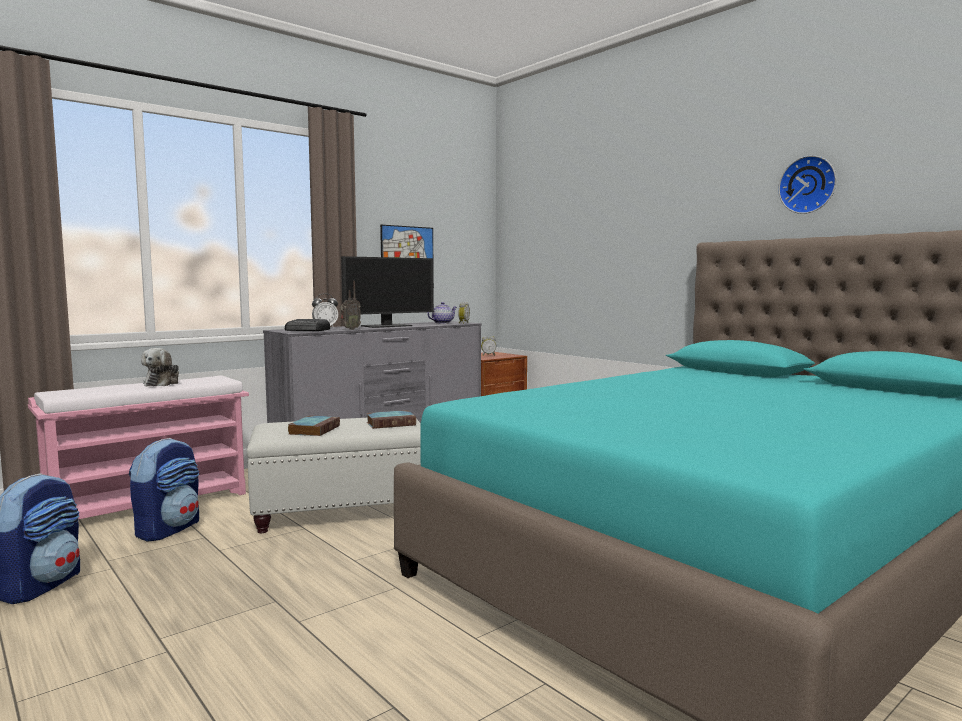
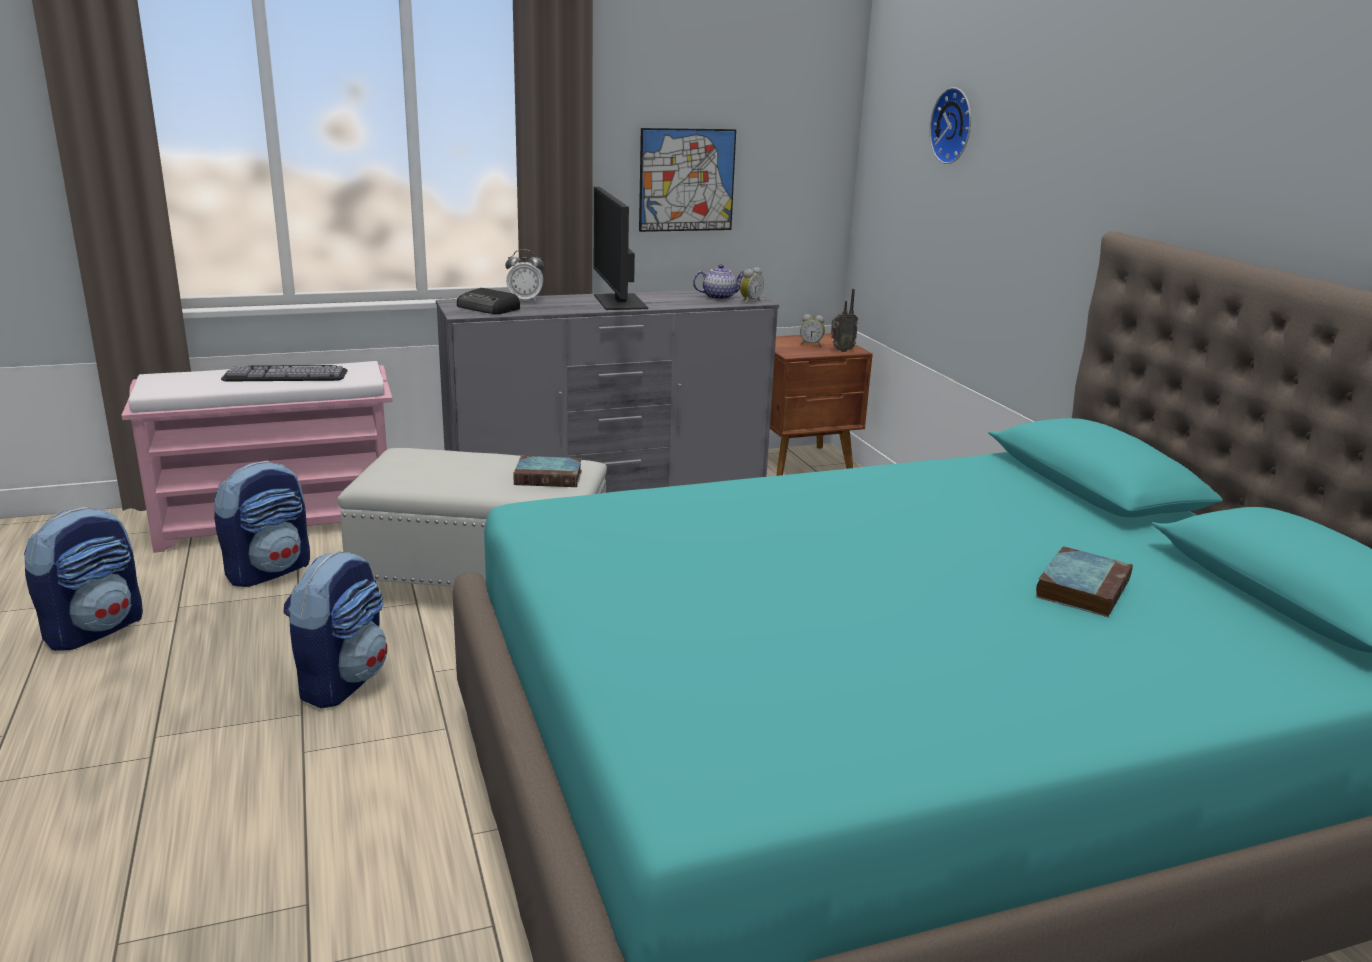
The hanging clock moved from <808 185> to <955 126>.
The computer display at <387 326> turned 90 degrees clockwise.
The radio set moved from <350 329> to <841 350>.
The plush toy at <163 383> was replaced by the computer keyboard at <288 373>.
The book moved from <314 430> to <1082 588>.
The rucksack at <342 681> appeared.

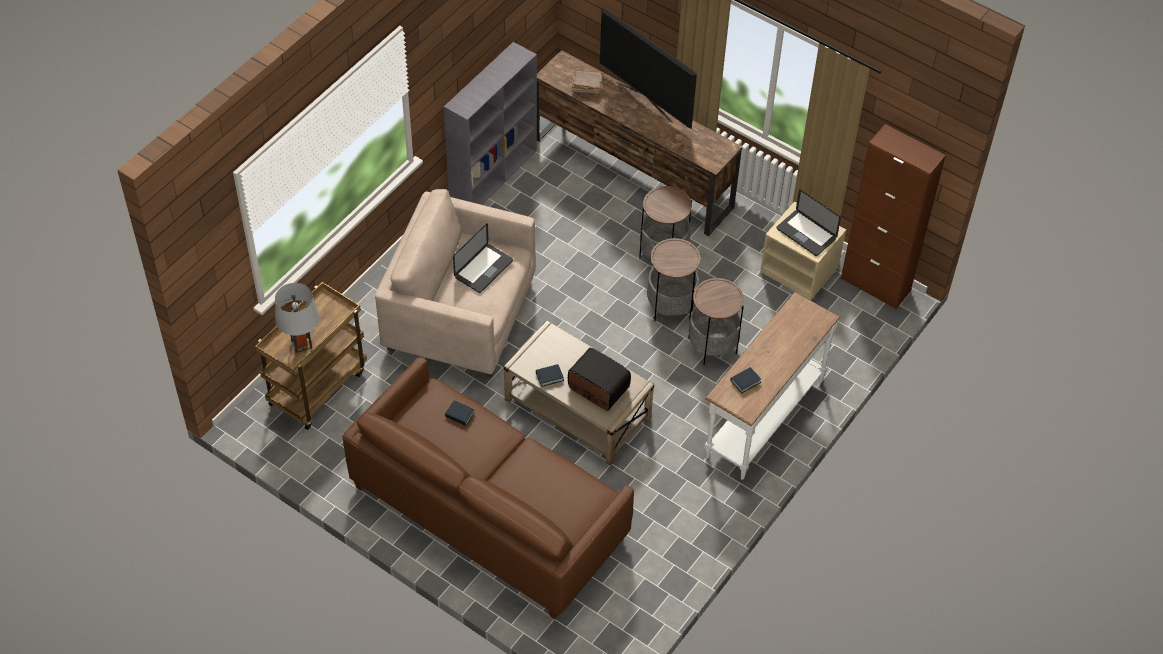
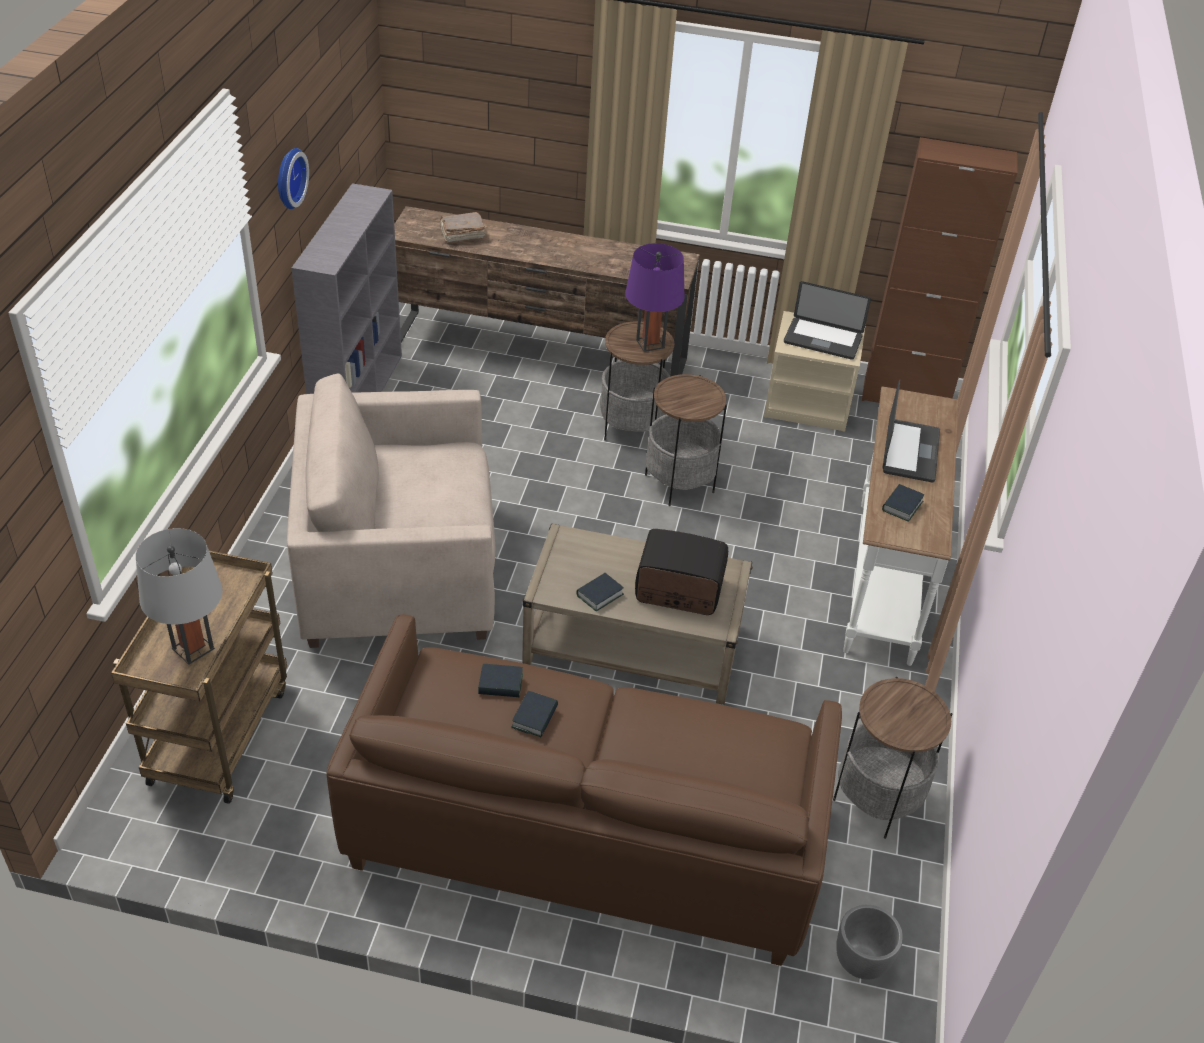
The television at <645 101> disappeared.
The portable computer moved from <483 269> to <910 452>.
The side table moved from <712 346> to <877 800>.
The hanging clock at <288 177> appeared.
The purple tabletop lamp at <650 344> appeared.
The book at <535 717> appeared.
The gray plant pot at <860 961> appeared.

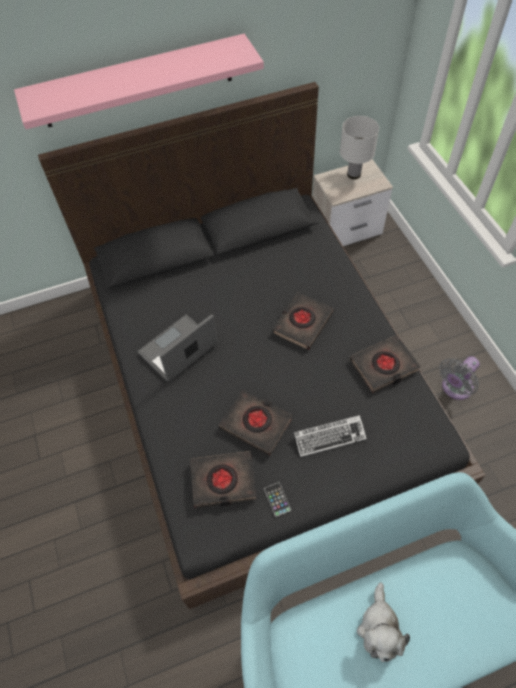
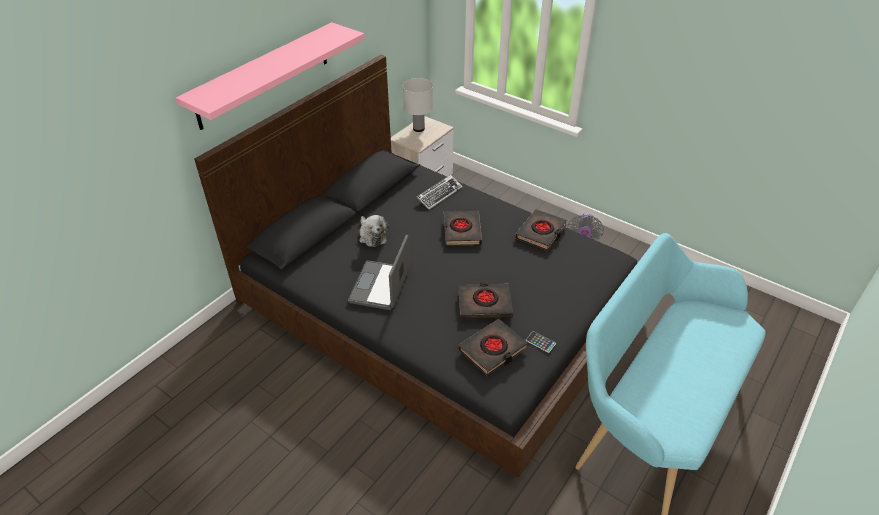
The computer keyboard moved from <329 437> to <439 194>.
The plush toy moved from <379 628> to <372 236>.

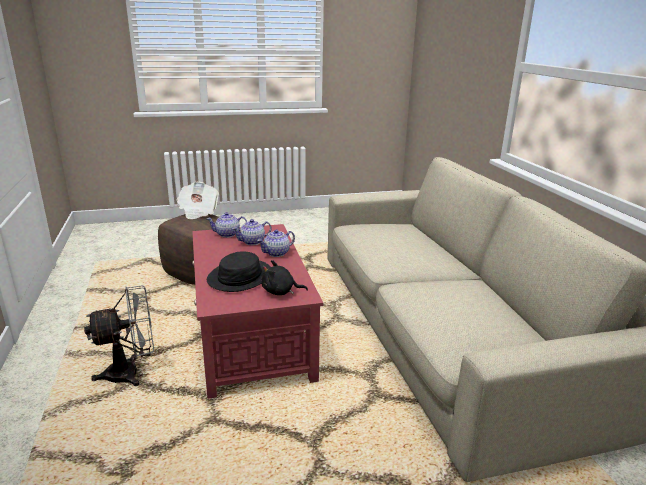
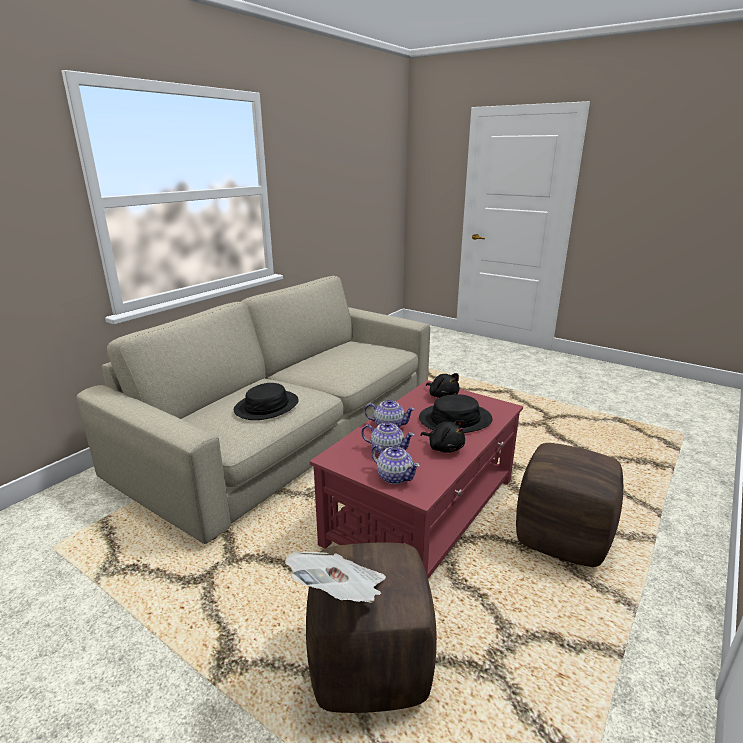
The gray cooling fan at <131 373> was replaced by the brownish ottoman at <562 538>.
The black-coloured wearable hat at <267 406> appeared.
The black-coloured plush toy at <444 447> appeared.

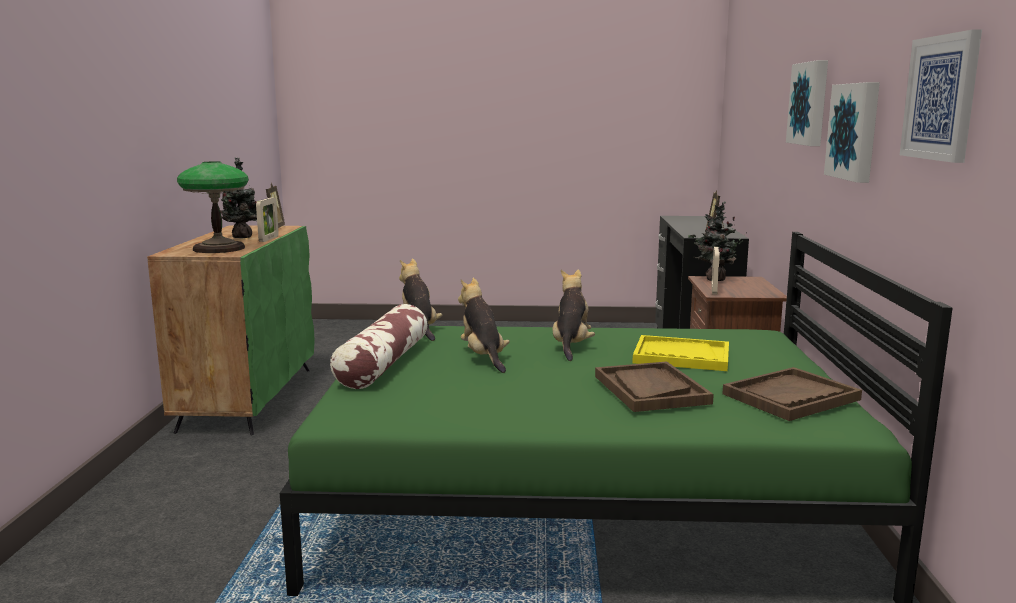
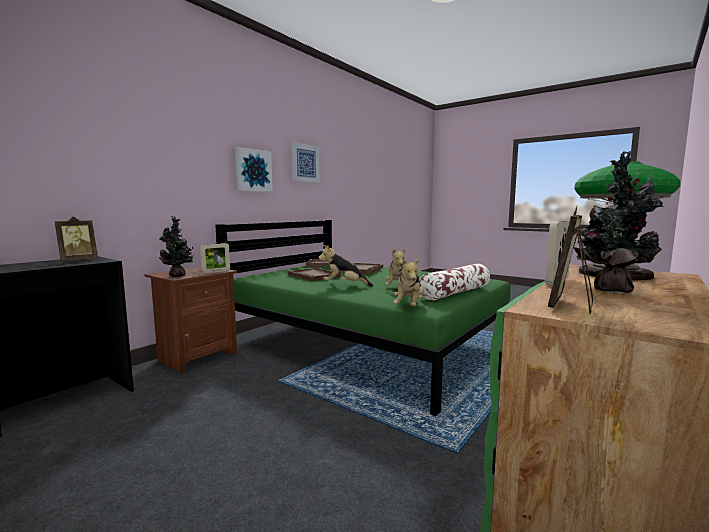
The wall art at <810 103> disappeared.
The plush toy at <571 345> turned 60 degrees clockwise.
The yellow-coloured serving tray at <681 356> became the brownish serving tray at <314 276>.

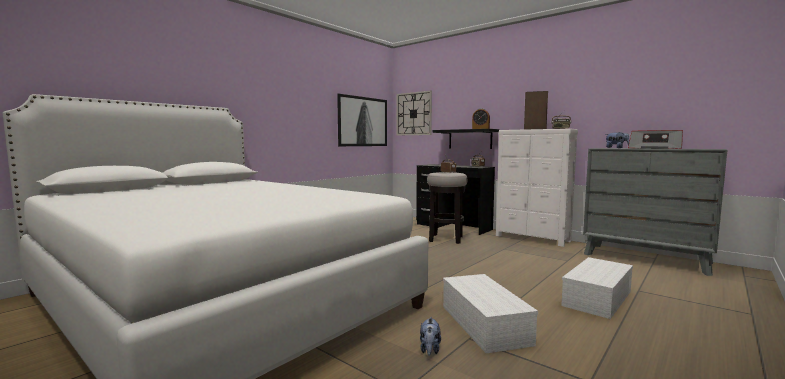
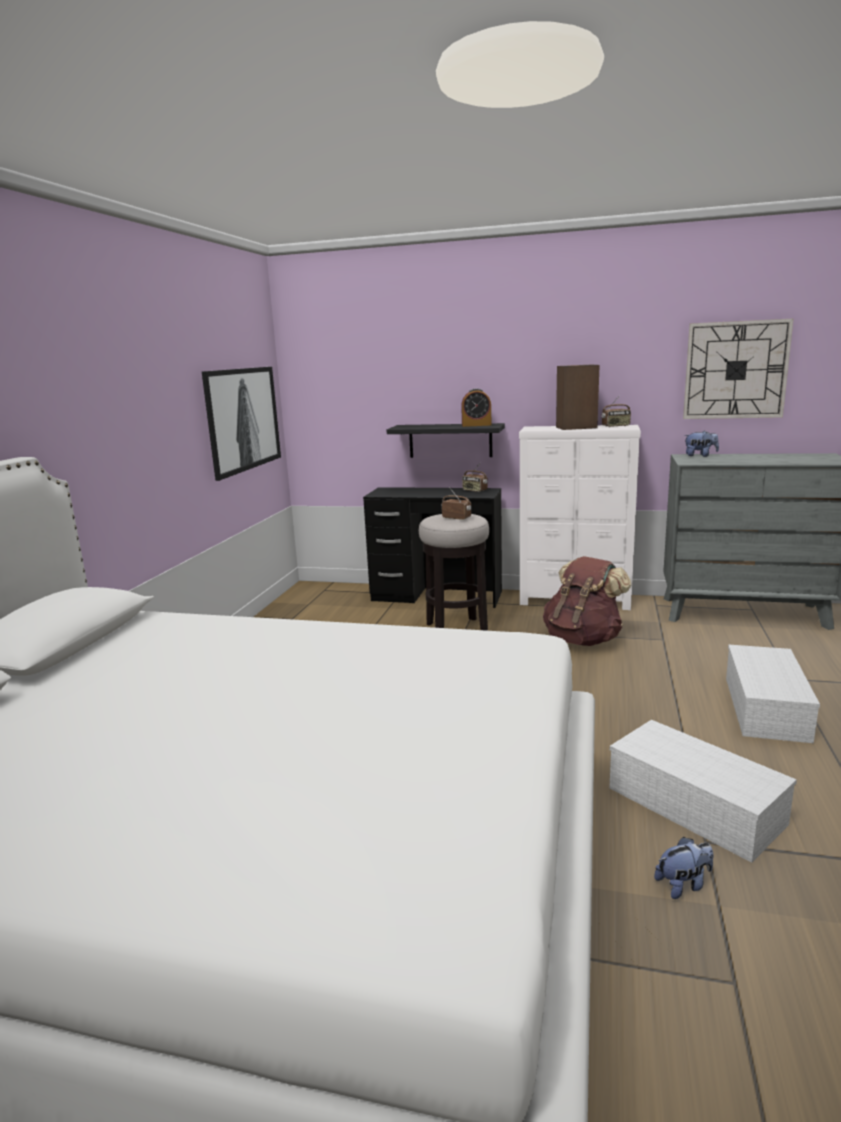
The hanging clock moved from <414 114> to <735 370>.
The radio set at <655 148> disappeared.
The plush toy at <430 350> turned 90 degrees counterclockwise.
The brownish rucksack at <583 639> appeared.

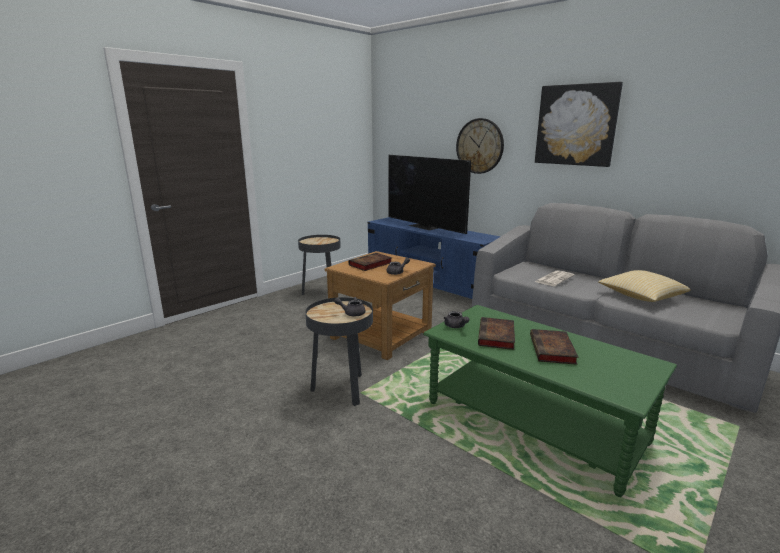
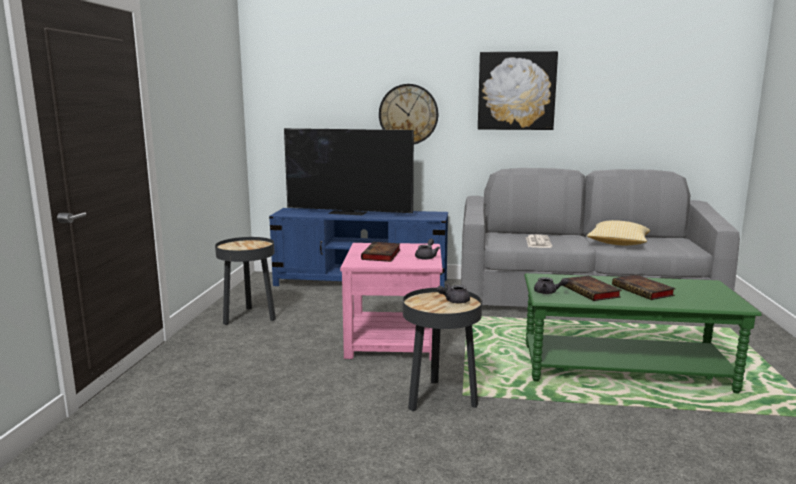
The brownish side table at <381 335> became the pink-coloured side table at <394 340>.

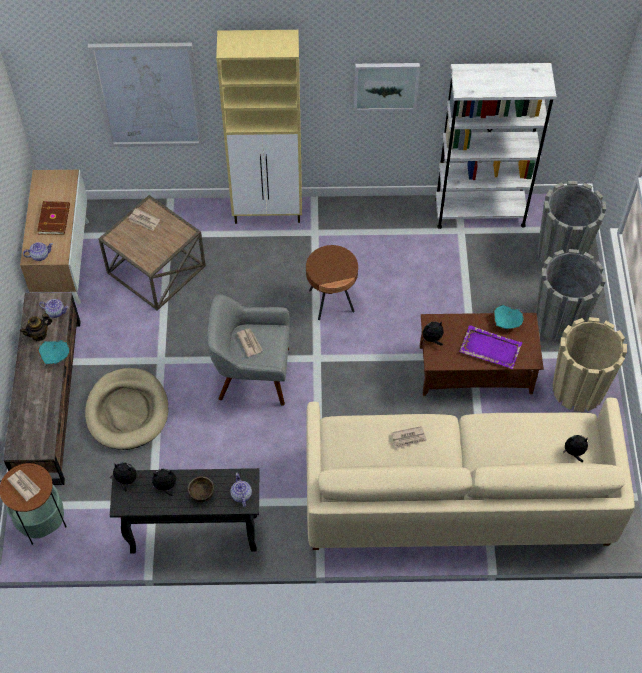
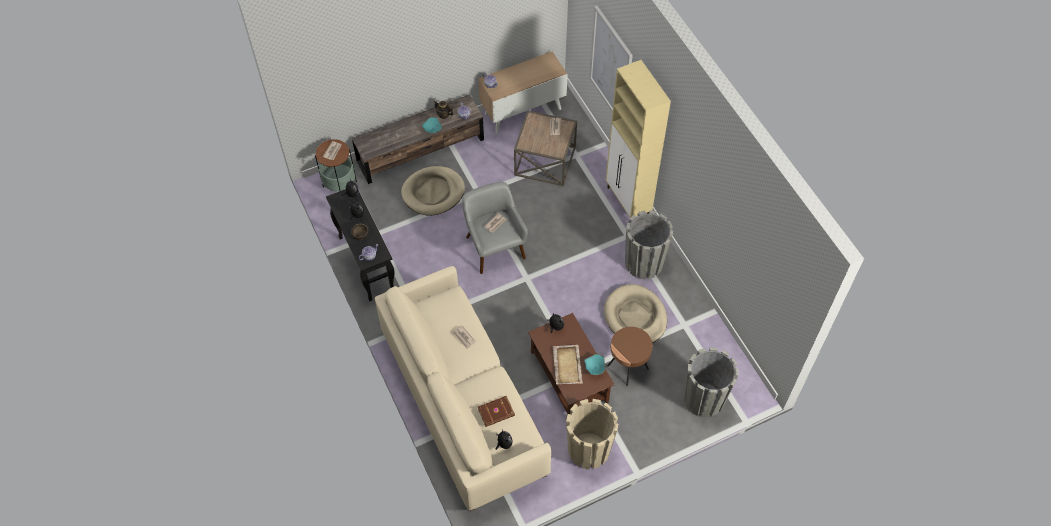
The wall art at <386 85> disappeared.
The whitish bookshelf at <480 212> disappeared.
The brownish book moved from <55 219> to <496 412>.
The brownish side table moved from <331 301> to <627 367>.
The gray plant pot moved from <559 321> to <644 263>.
The purple serving tray at <489 348> became the beige serving tray at <567 365>.
The beige dog cushion at <635 317> appeared.

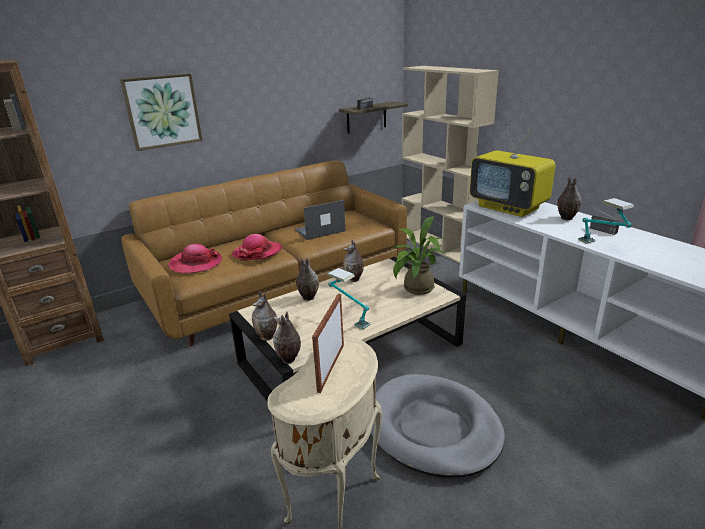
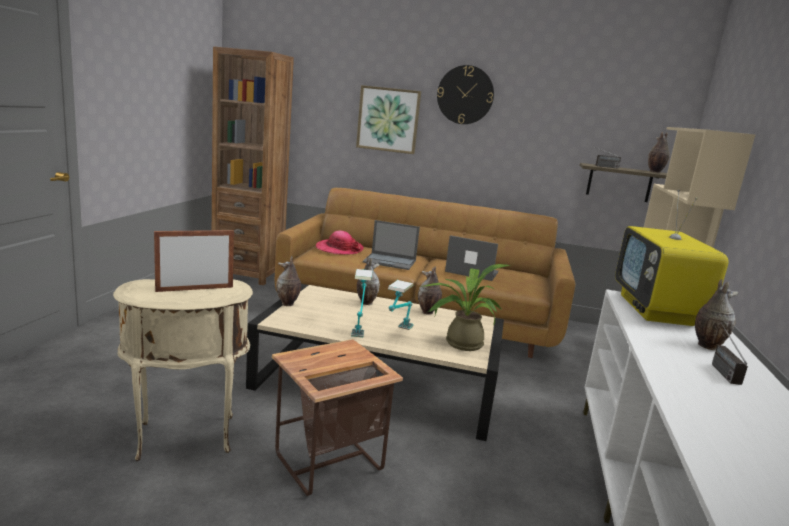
The tabletop lamp moved from <601 247> to <398 333>.
The wearable hat at <257 252> was replaced by the portable computer at <390 261>.
The vase moved from <288 360> to <654 172>.
The gray dog cushion at <433 428> was replaced by the side table at <326 463>.
The hanging clock at <465 95> appeared.

